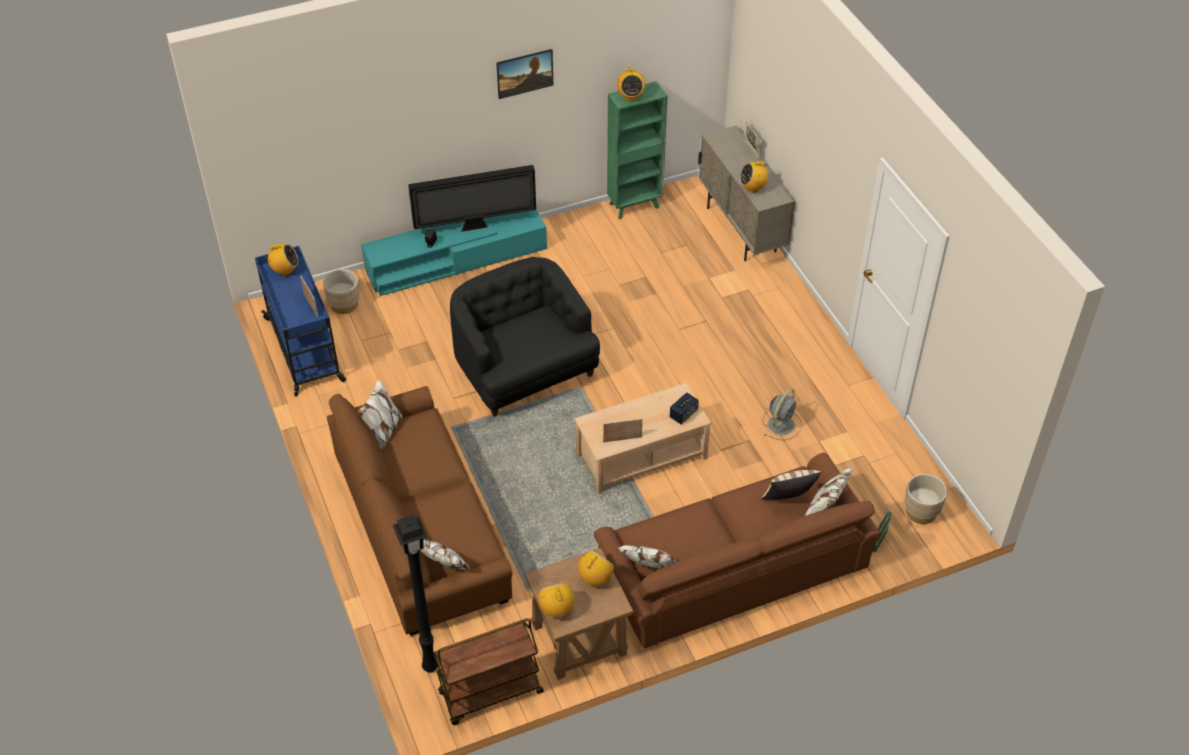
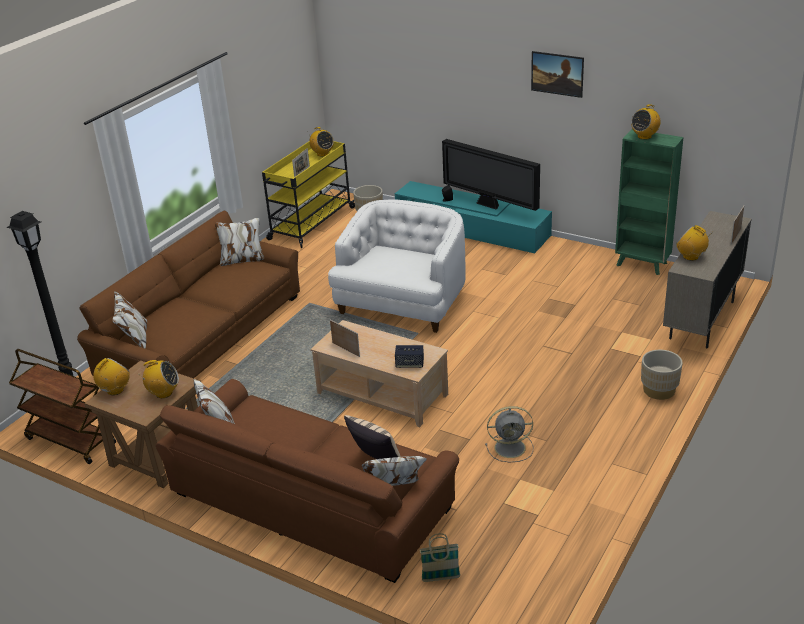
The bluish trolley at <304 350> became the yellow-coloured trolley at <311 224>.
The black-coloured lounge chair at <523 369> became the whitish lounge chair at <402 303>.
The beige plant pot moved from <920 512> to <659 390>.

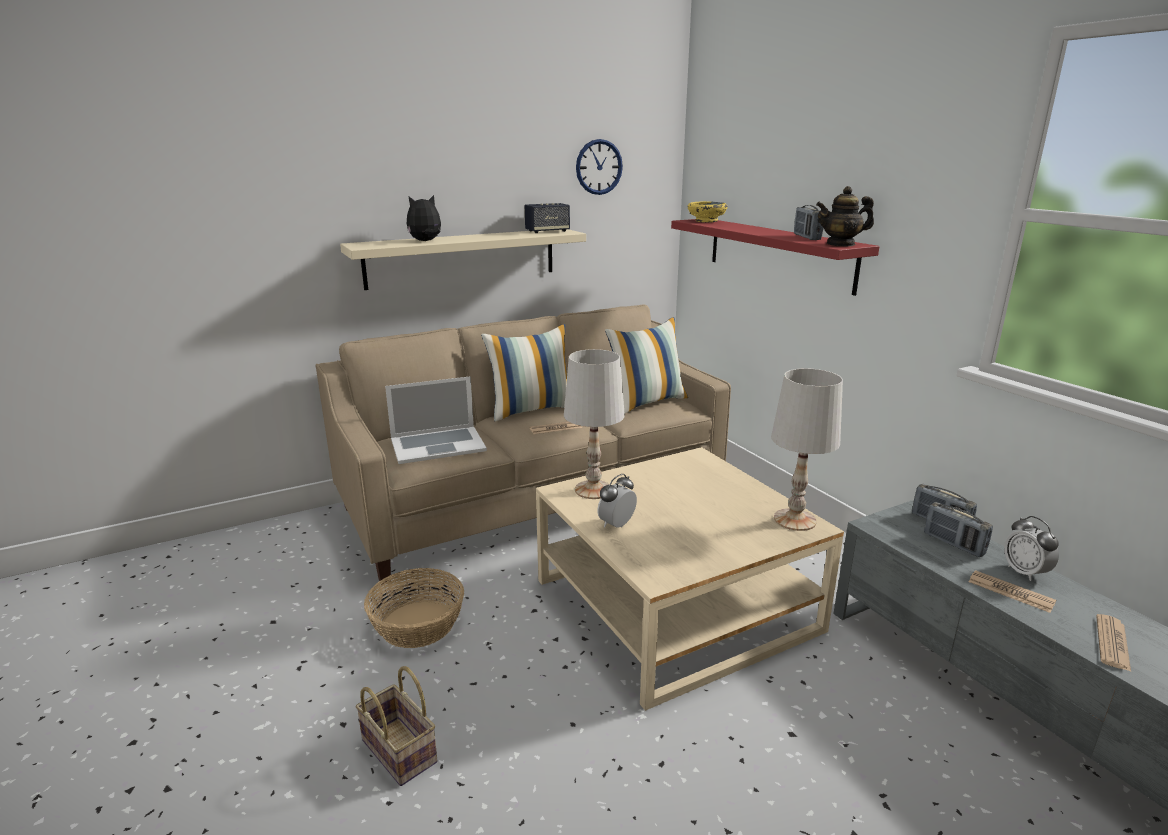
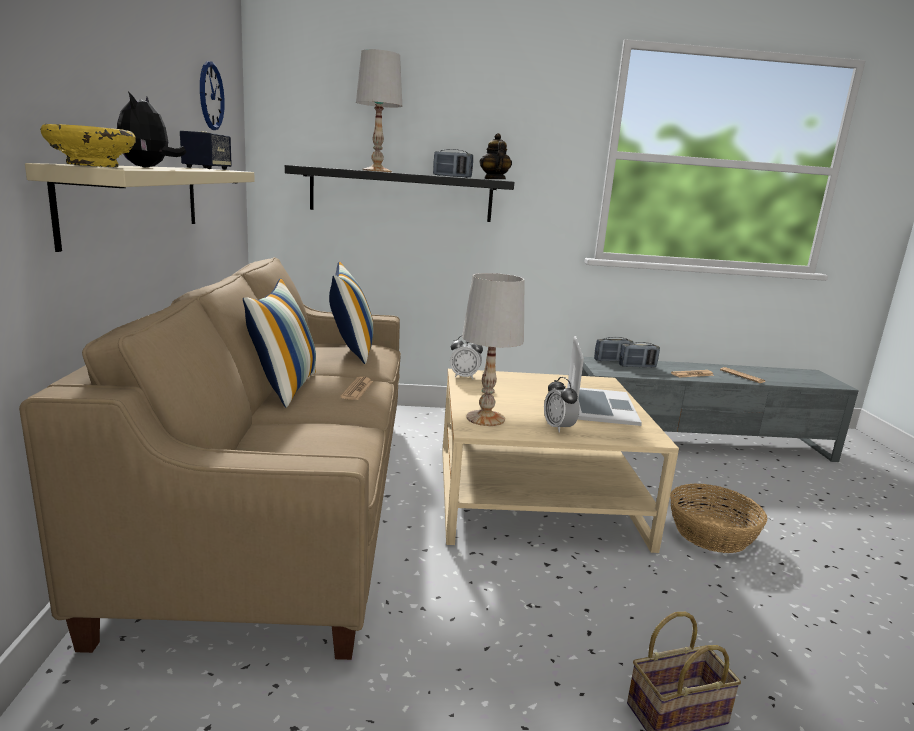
The pot for tea at <841 244> turned 150 degrees clockwise.
The yellow-coloured deep dish moved from <706 221> to <92 166>.
The red-coloured bracket shelf at <778 253> became the black-coloured bracket shelf at <401 194>.
The whitish tabletop lamp moved from <795 519> to <376 171>.
The portable computer moved from <438 445> to <600 406>.
The table clock moved from <1025 572> to <464 376>.
The storage basket moved from <417 625> to <712 534>.

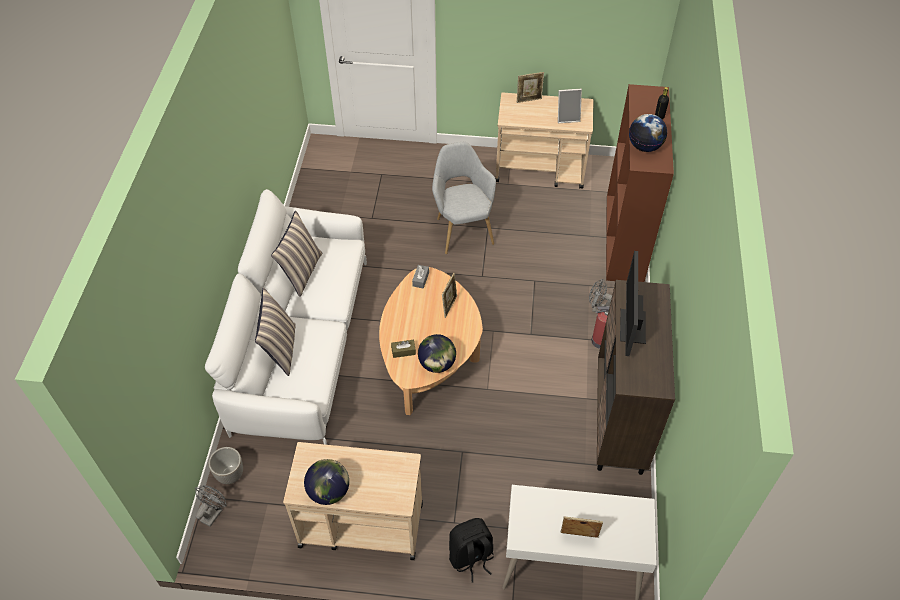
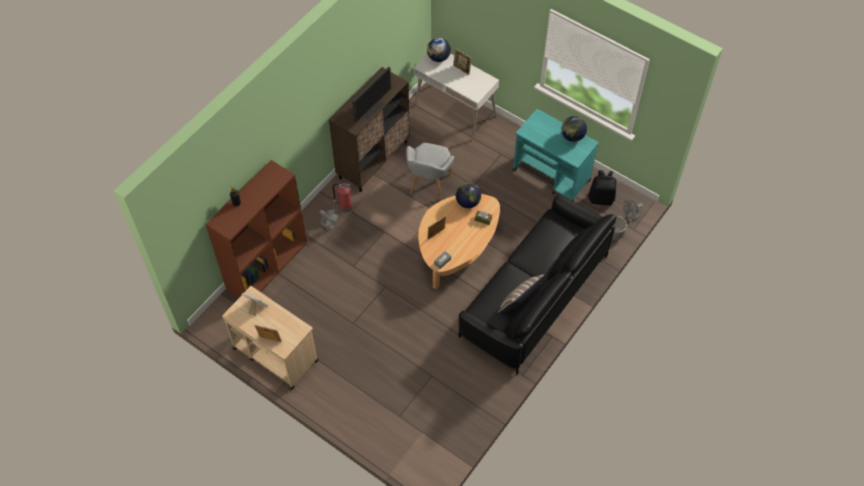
The desk globe moved from <644 146> to <438 58>.
The gray lounge chair moved from <462 228> to <429 185>.
The whitish sofa at <302 344> became the black-coloured sofa at <534 296>.
The cushion at <280 349> disappeared.
The beige trolley at <360 524> became the turquoise-coloured trolley at <551 175>.
The black-coloured rucksack moved from <471 557> to <601 198>.

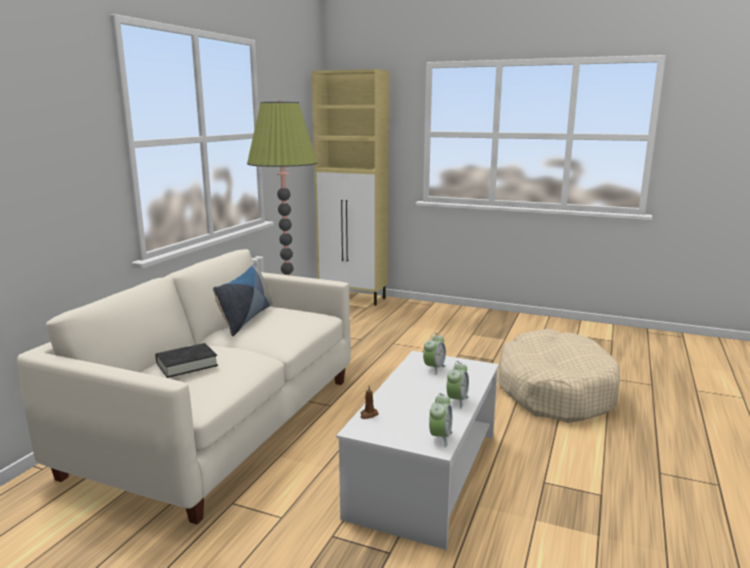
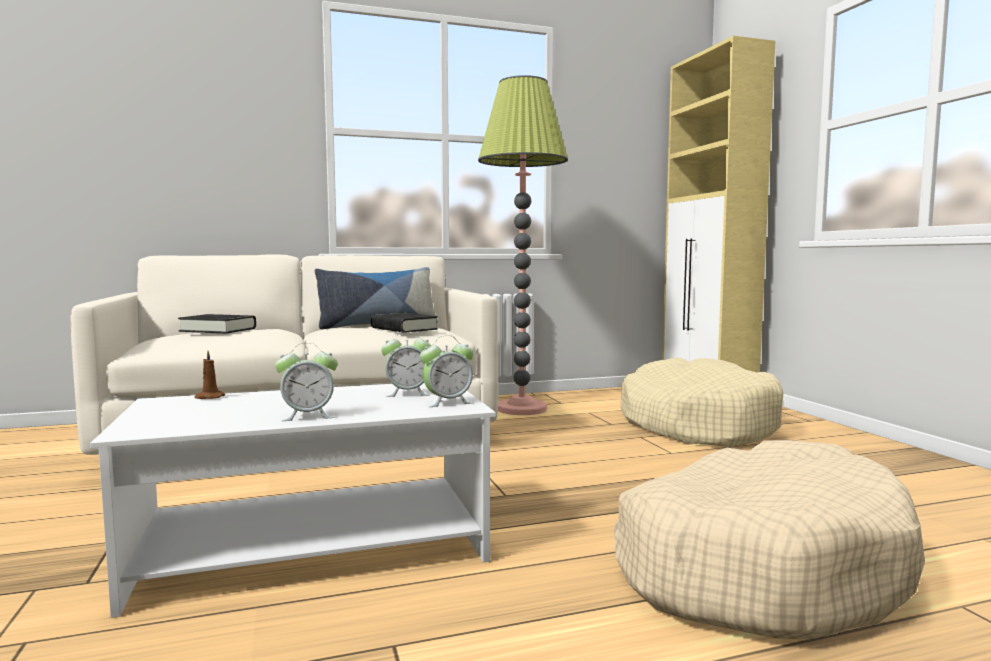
The table clock moved from <440 437> to <447 402>.
The black-coloured book at <404 328> appeared.
The beige dog cushion at <696 424> appeared.

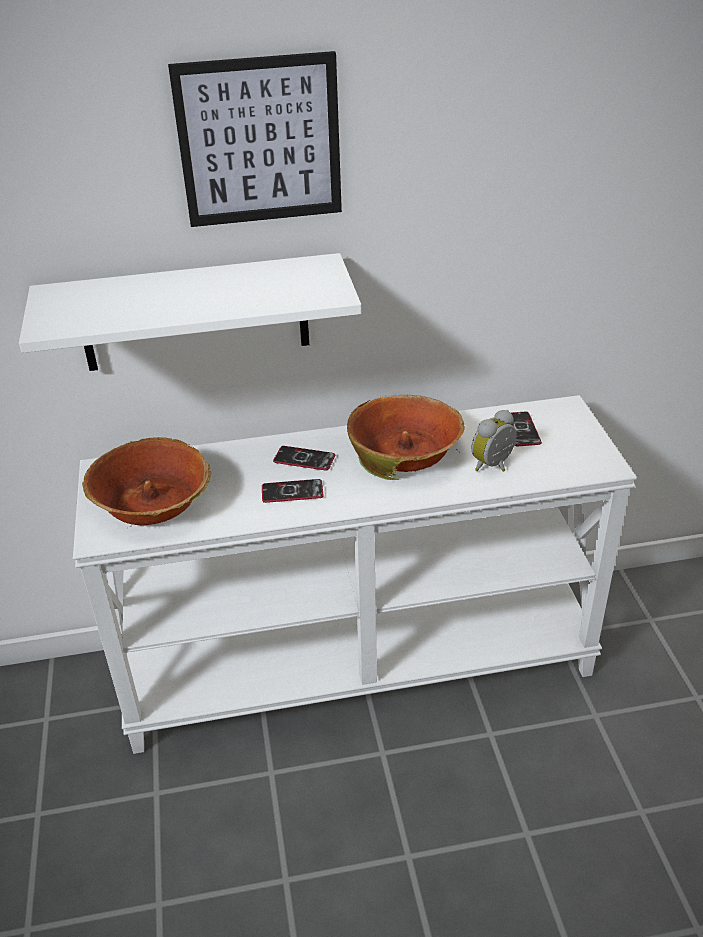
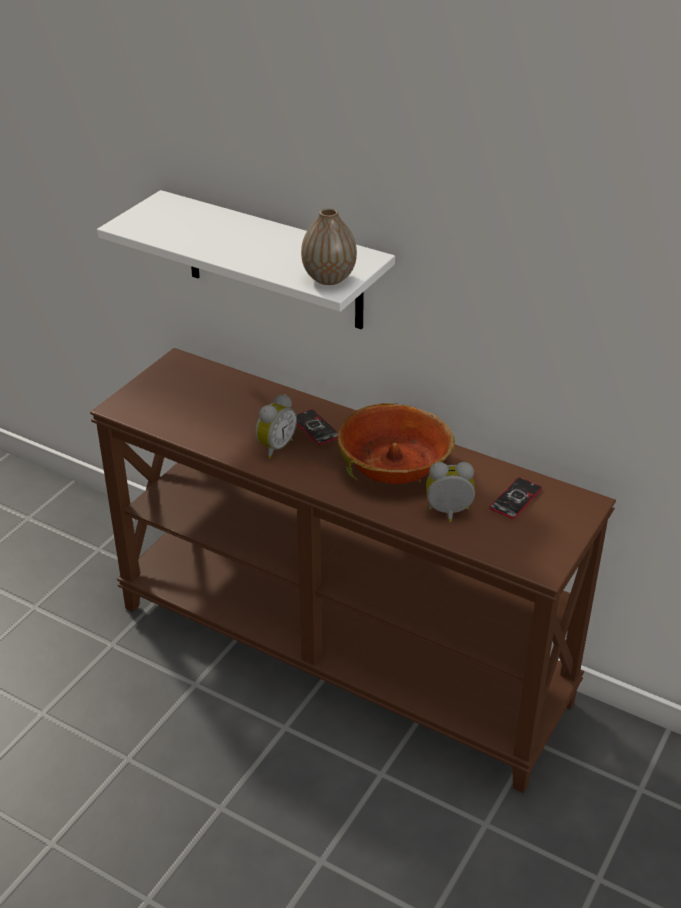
The wall art at <259 141> disappeared.
The whitish hall table at <359 663> became the brownish hall table at <343 652>.
The deep dish at <152 504> disappeared.
The handset at <292 492> was replaced by the table clock at <275 447>.
The vase at <329 278> appeared.

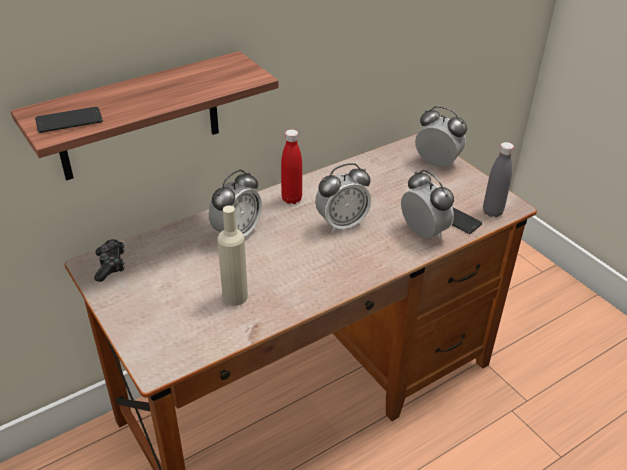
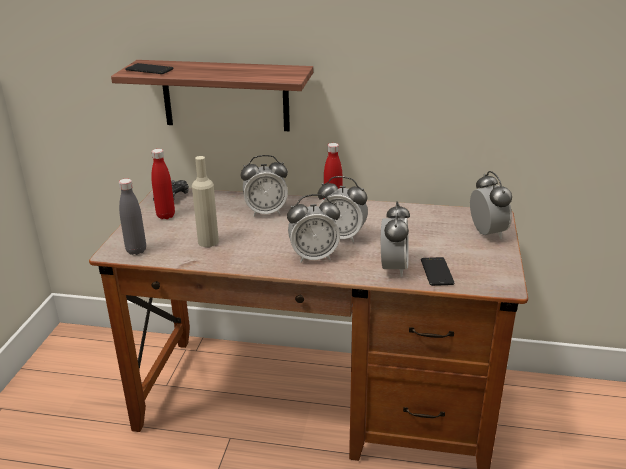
The gray bottle moved from <492 212> to <136 250>.
The red-coloured bottle at <165 216> appeared.
The table clock at <314 257> appeared.

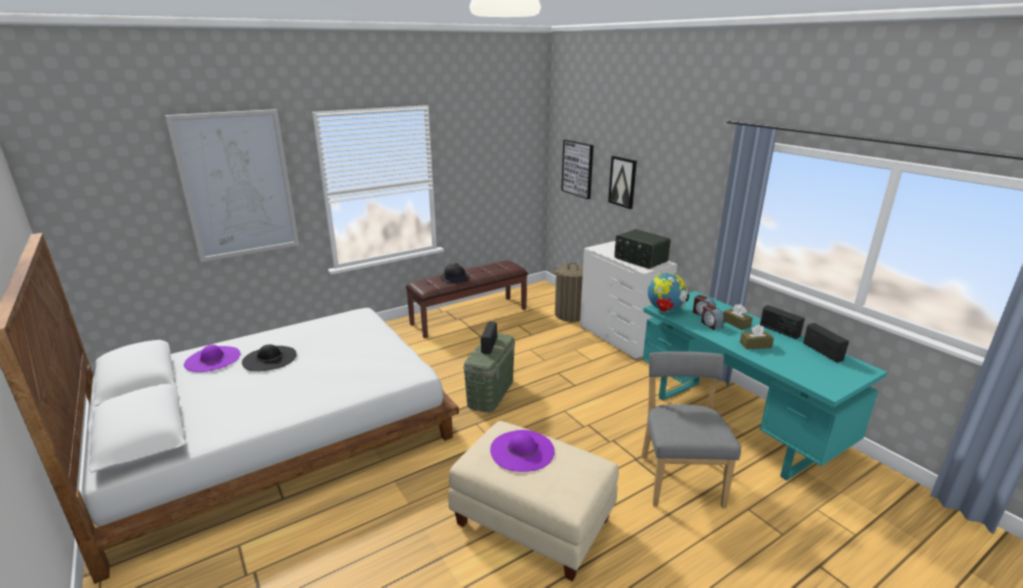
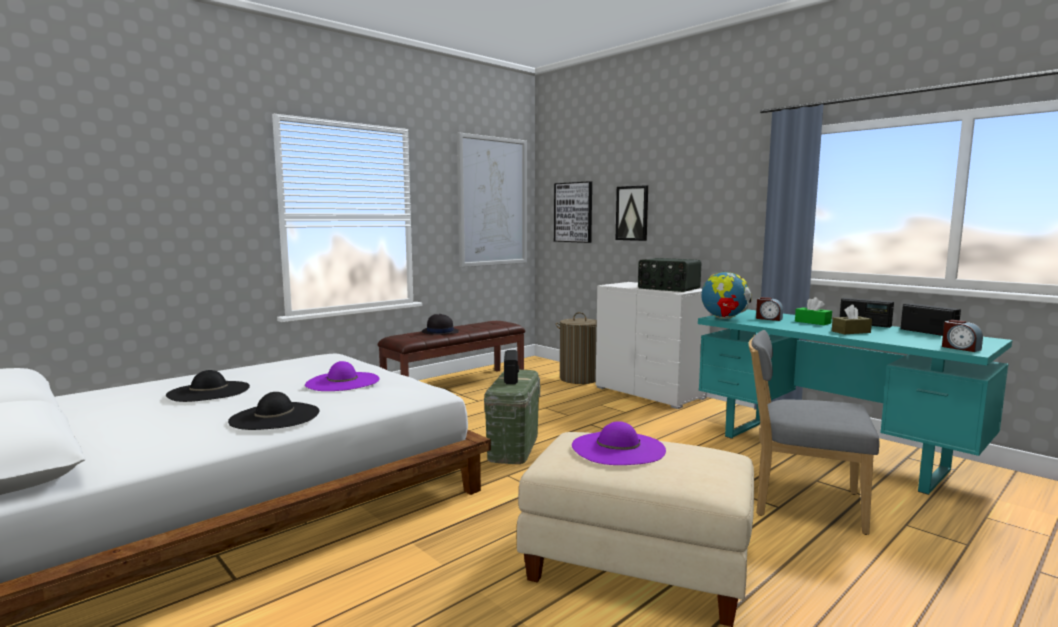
The wall art moved from <237 185> to <492 201>.
The brownish tissue box at <736 323> became the green-coloured tissue box at <812 322>.
The table clock moved from <711 324> to <960 348>.
The purple wearable hat moved from <212 359> to <342 382>.
The gray chair at <679 477> turned 60 degrees counterclockwise.
The black-coloured wearable hat at <275 416> appeared.

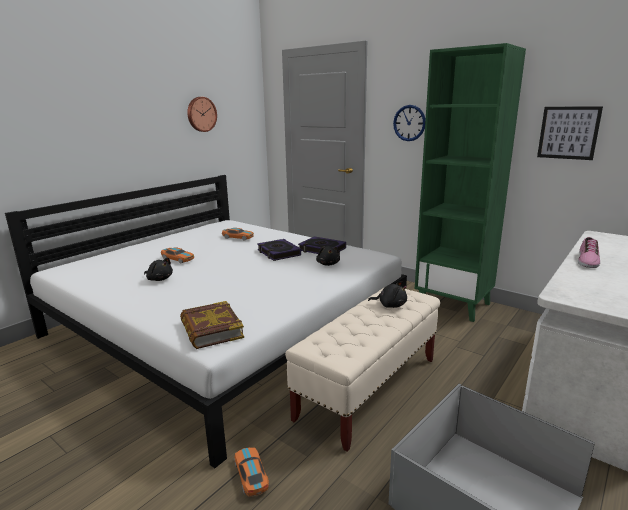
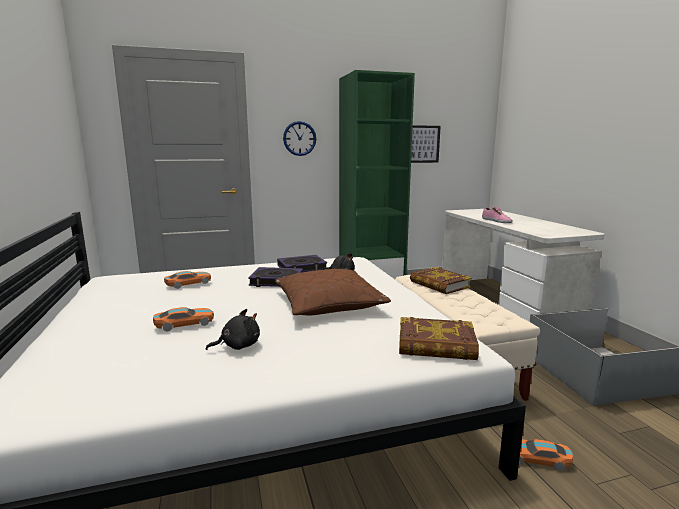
The hanging clock at <201 114> disappeared.
The black-coloured plush toy at <390 305> was replaced by the book at <439 284>.
The brownish cushion at <328 304> appeared.

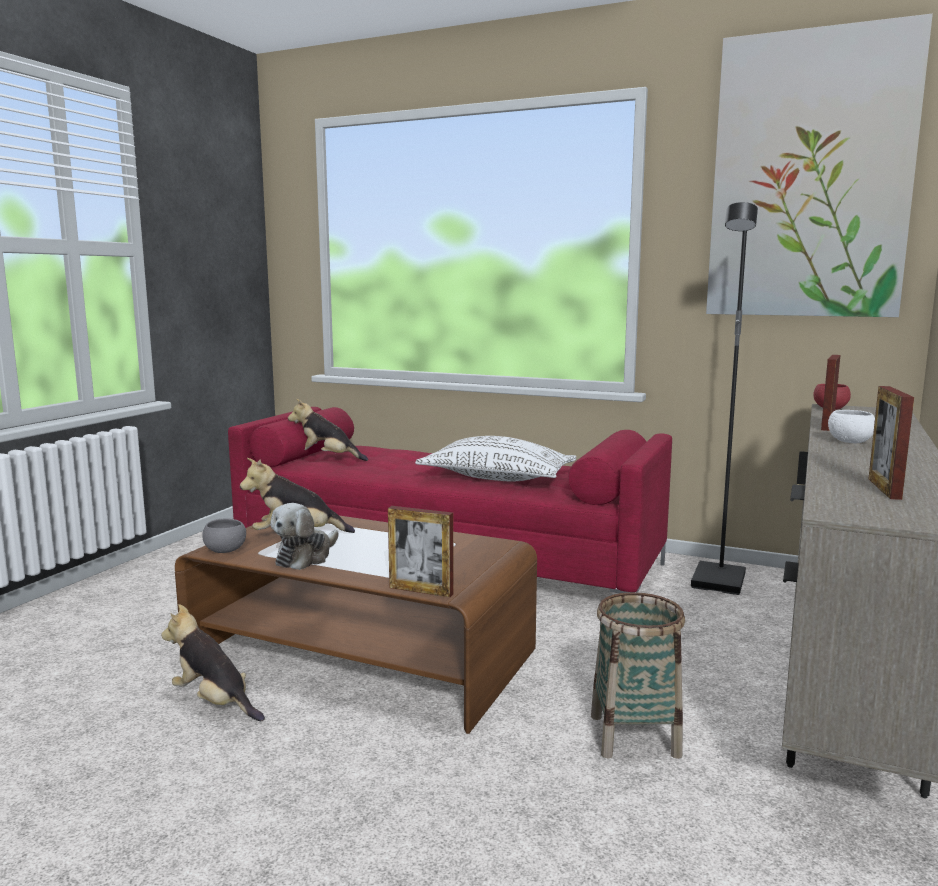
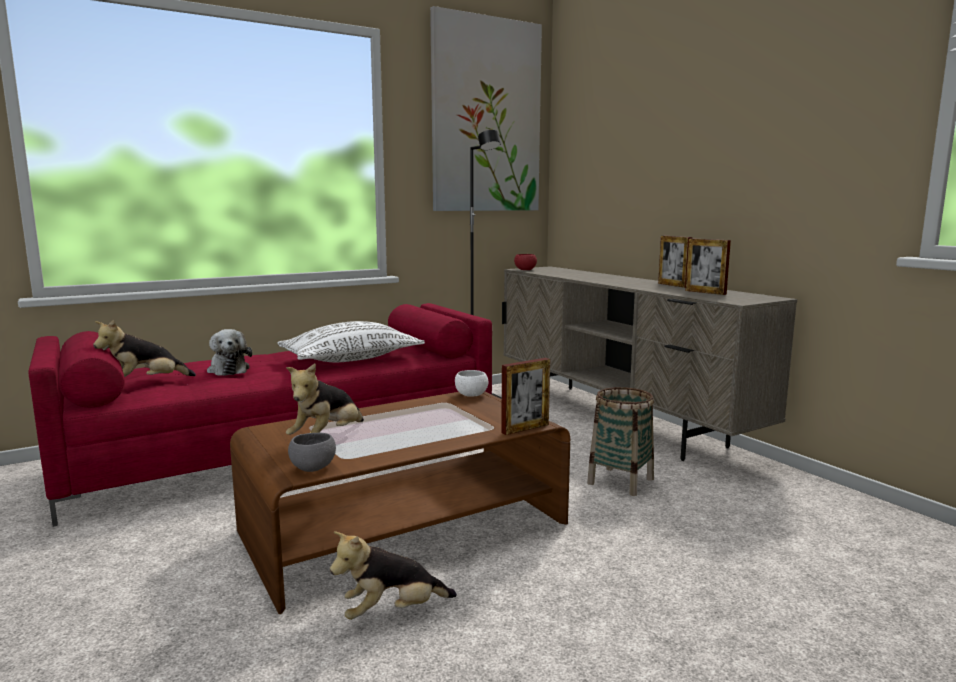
The photo frame moved from <827 426> to <673 285>.
The whitish deep dish moved from <850 442> to <471 395>.
The plush toy moved from <305 557> to <228 369>.

